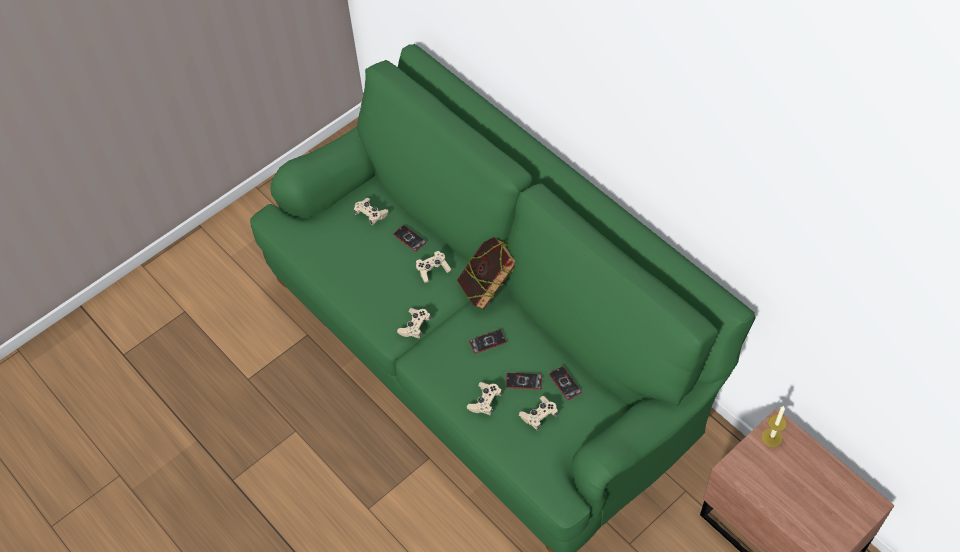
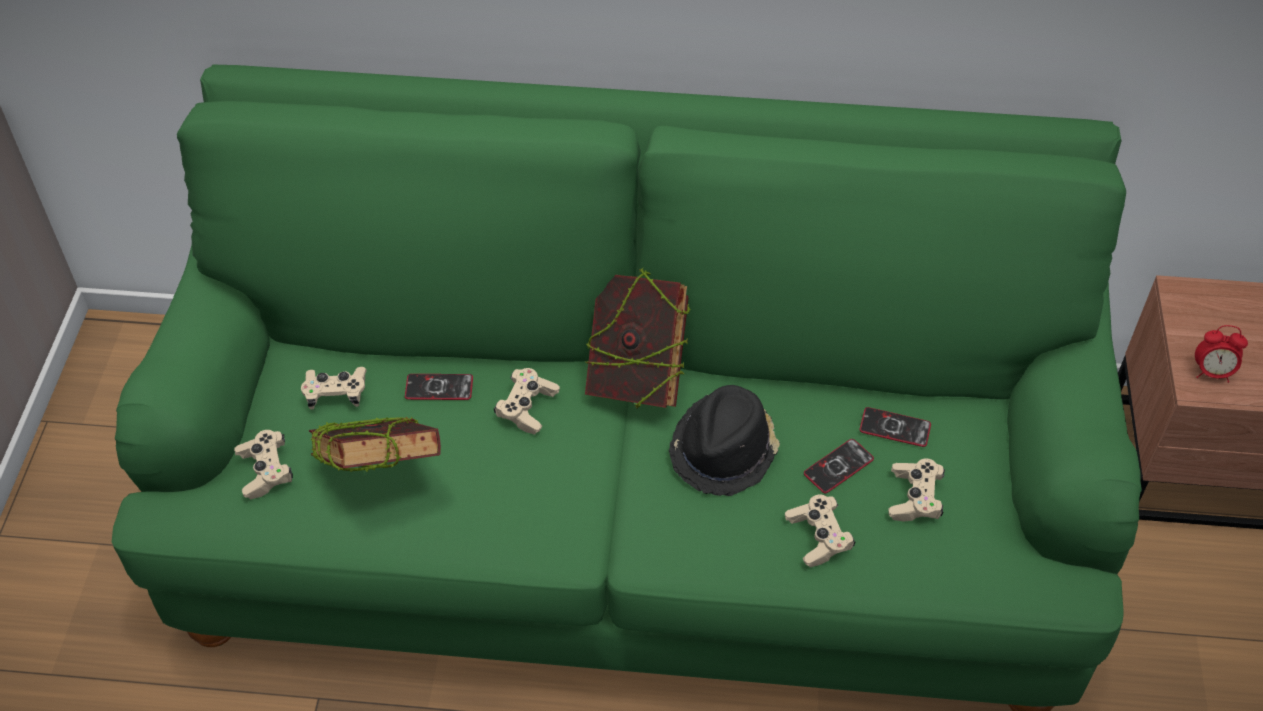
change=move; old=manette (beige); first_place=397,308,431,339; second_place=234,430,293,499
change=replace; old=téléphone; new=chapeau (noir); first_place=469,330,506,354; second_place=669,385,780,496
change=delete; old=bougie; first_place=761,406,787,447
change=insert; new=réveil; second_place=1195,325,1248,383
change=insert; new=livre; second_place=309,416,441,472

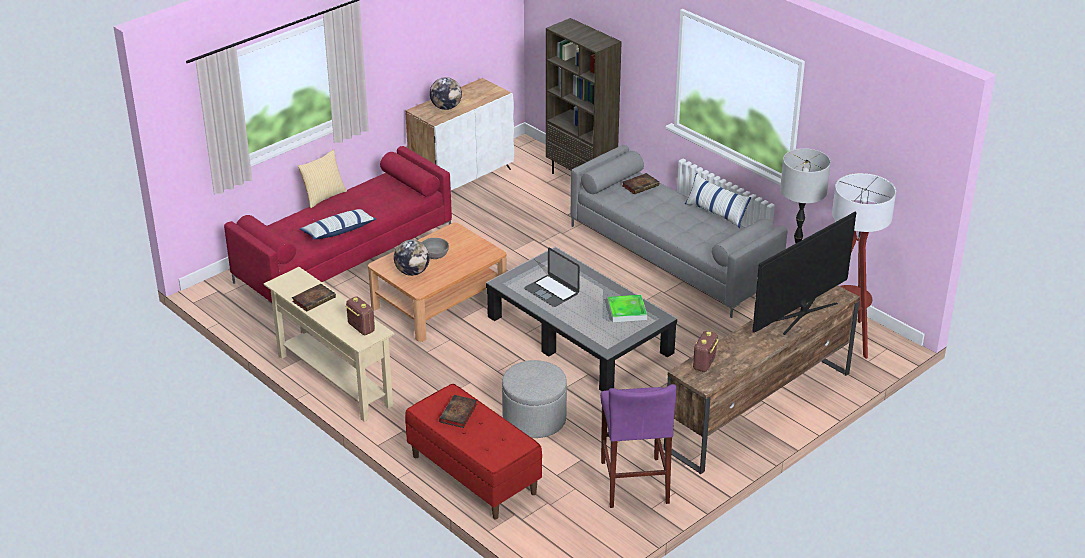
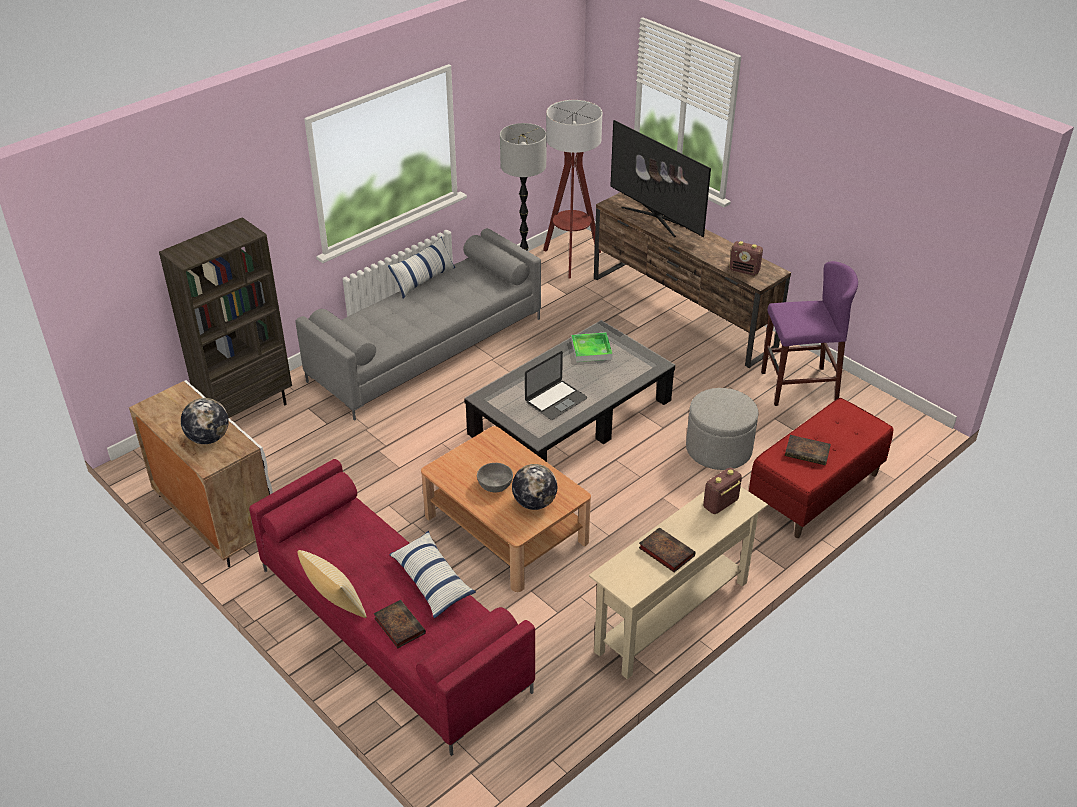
change=move; old=livre; first_place=622,173,659,194; second_place=374,600,426,648

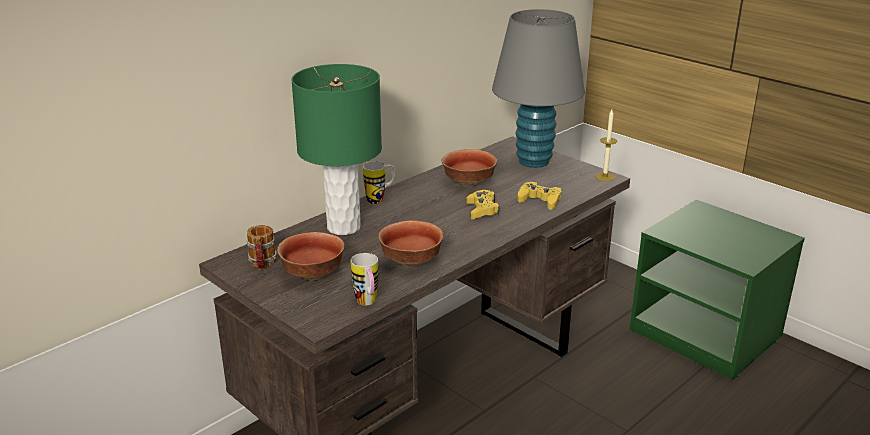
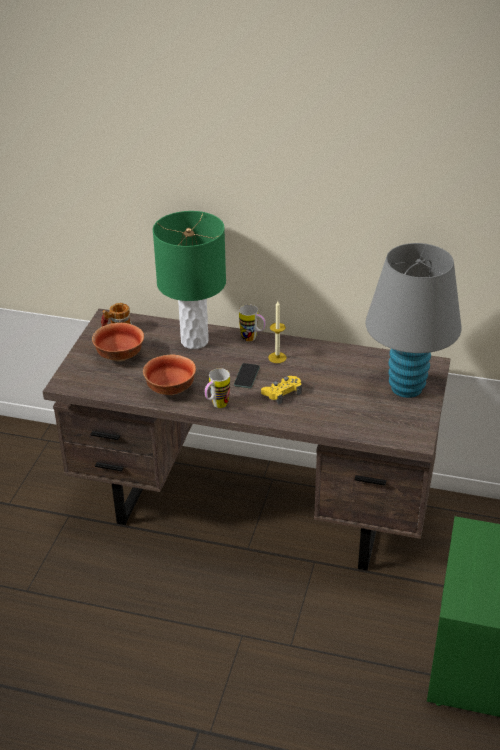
change=move; old=bougie; first_place=595,110,617,181; second_place=268,301,287,363
change=delete; old=bol; first_place=441,149,497,187
change=delete; old=manette (jaune); first_place=518,182,561,210
change=move; old=mug; first_place=351,253,378,306; second_place=205,368,230,408
change=insert; new=téléphone; second_place=234,363,260,388

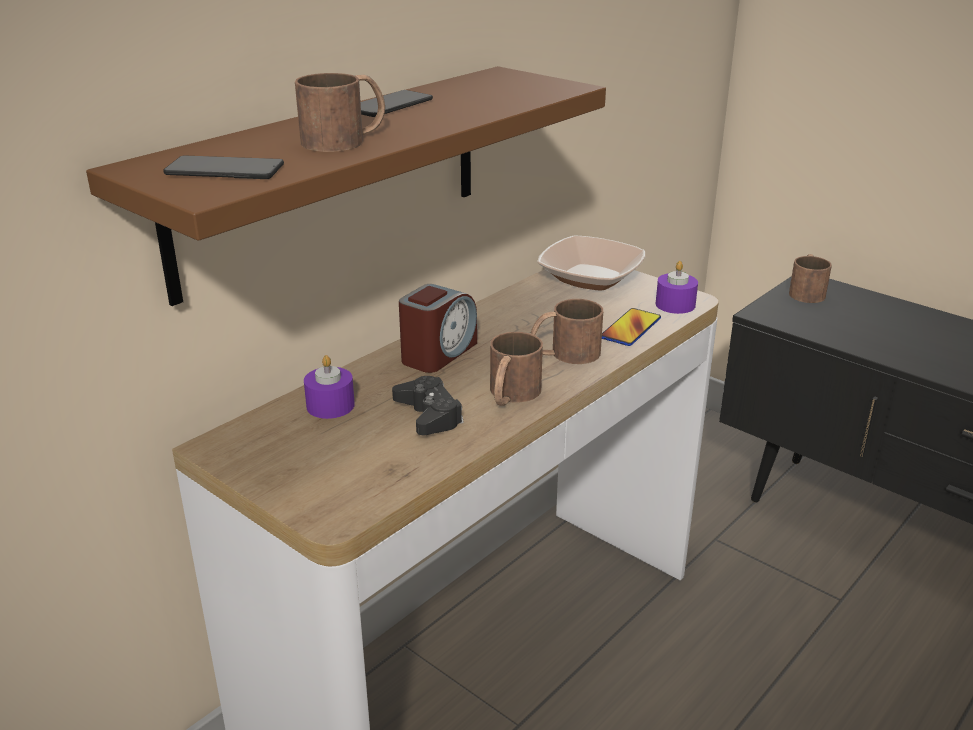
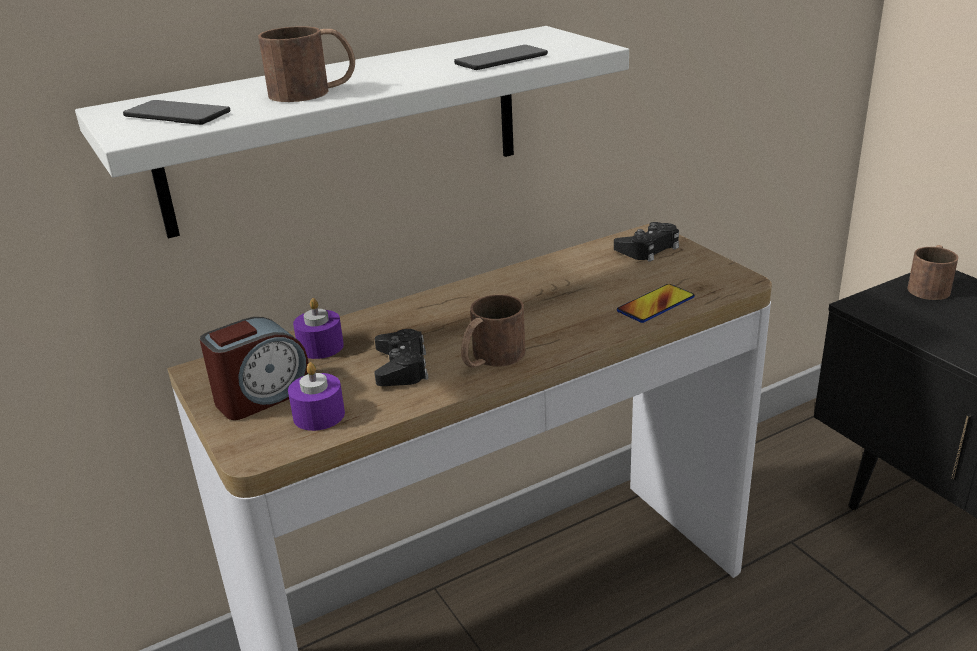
change=recolor; old=étagère (marron); new=étagère (blanc); first_place=86,66,606,306; second_place=75,26,629,238
change=move; old=téléphone; first_place=361,90,433,117; second_place=454,45,548,70
change=replace; old=bol; new=manette (noir); first_place=537,236,646,290; second_place=614,222,679,262
change=move; old=bougie (violet); first_place=656,261,698,314; second_place=288,362,345,431
change=move; old=réveil; first_place=399,284,477,373; second_place=200,317,308,420
change=delete; old=mug (marron); first_place=530,299,603,364

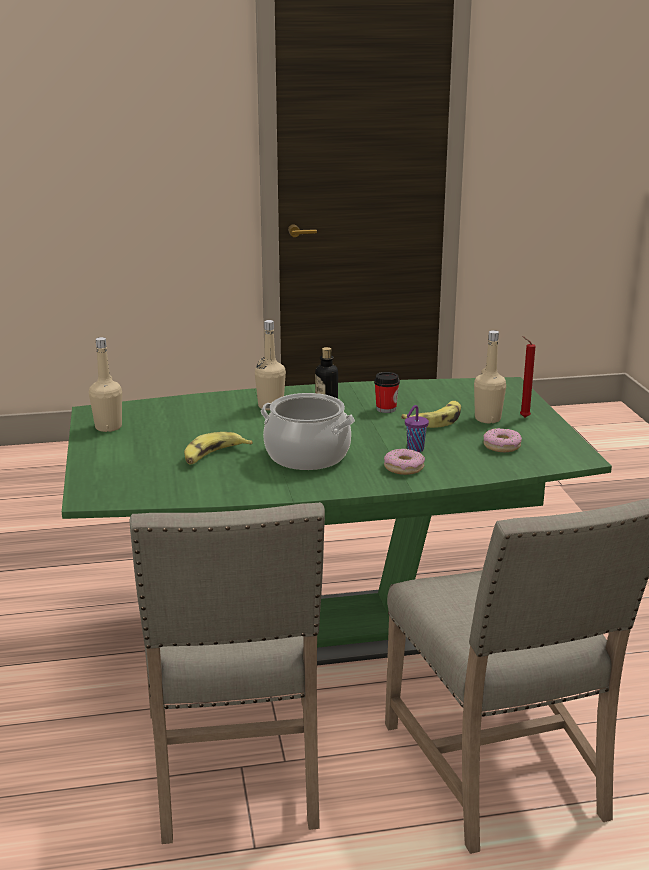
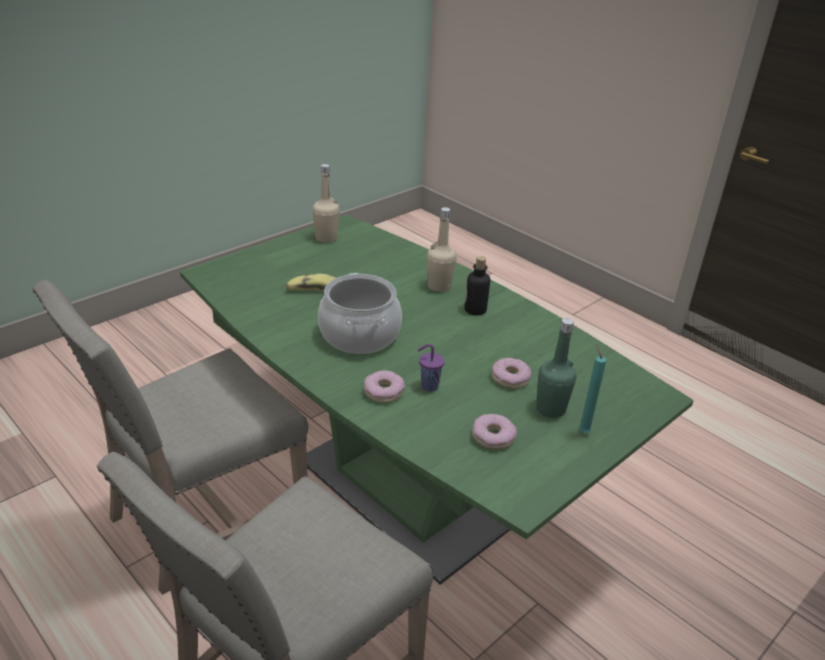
change=recolor; old=bouteille (beige); new=bouteille (vert); first_place=474,330,506,423; second_place=536,318,576,418
change=recolor; old=bougie (rouge); new=bougie (turquoise); first_place=520,336,535,418; second_place=579,344,607,433
change=delete; old=tasse; first_place=374,372,400,413
change=replace; old=banane; new=beignet; first_place=401,401,461,428; second_place=491,358,531,389

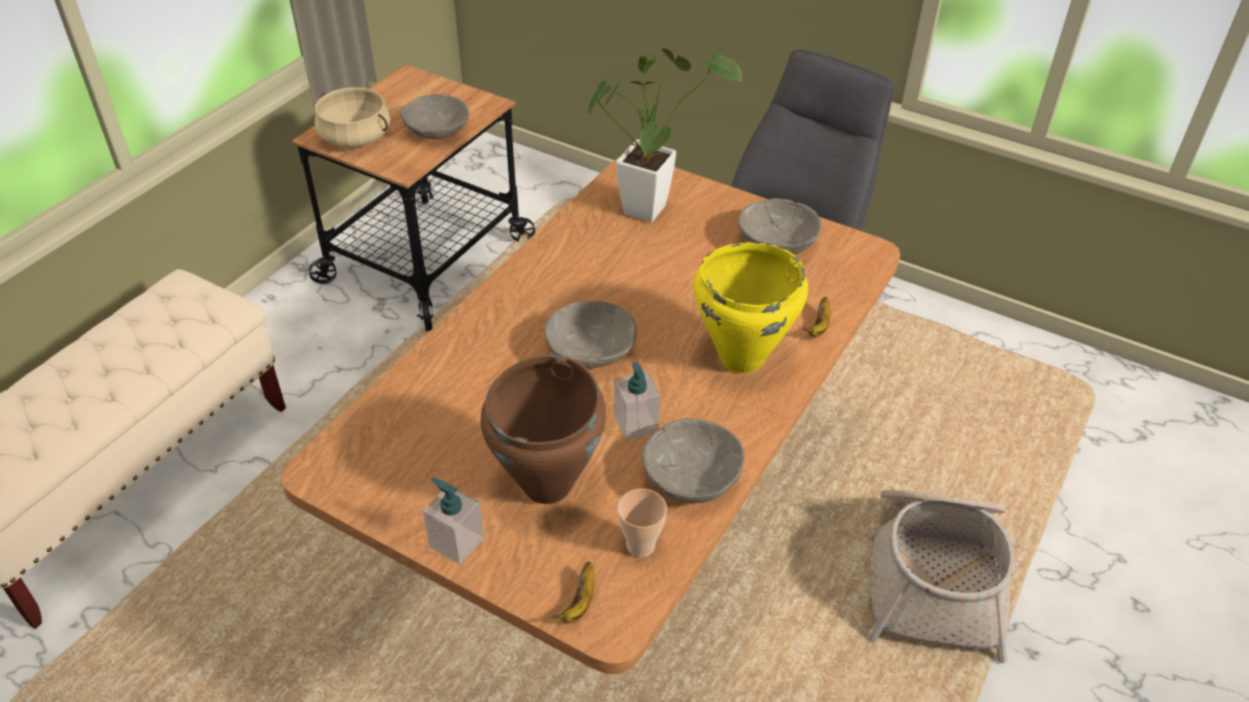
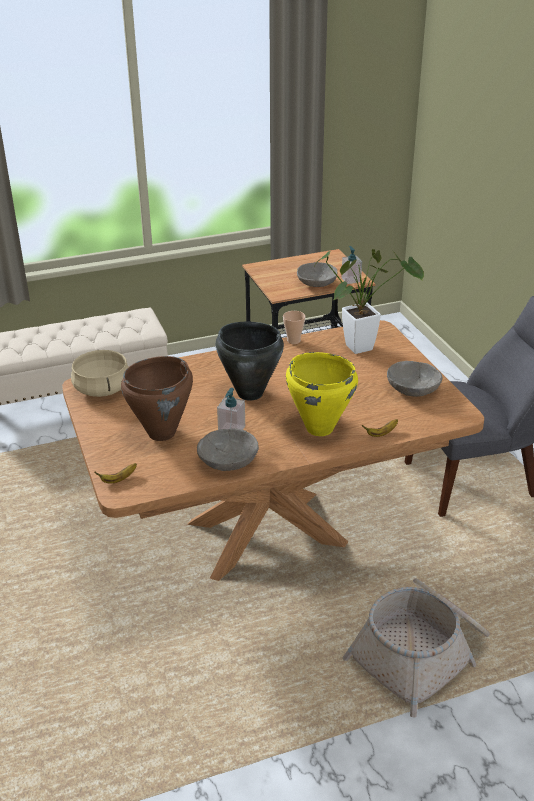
change=move; old=marmite (beige); first_place=315,87,390,147; second_place=71,349,128,397
change=replace; old=bol (gris); new=marmite (noir); first_place=544,301,637,368; second_place=215,322,284,401
change=move; old=distributeur de savon; first_place=423,478,484,565; second_place=341,246,362,284
change=move; old=tasse; first_place=617,489,667,557; second_place=283,311,305,344

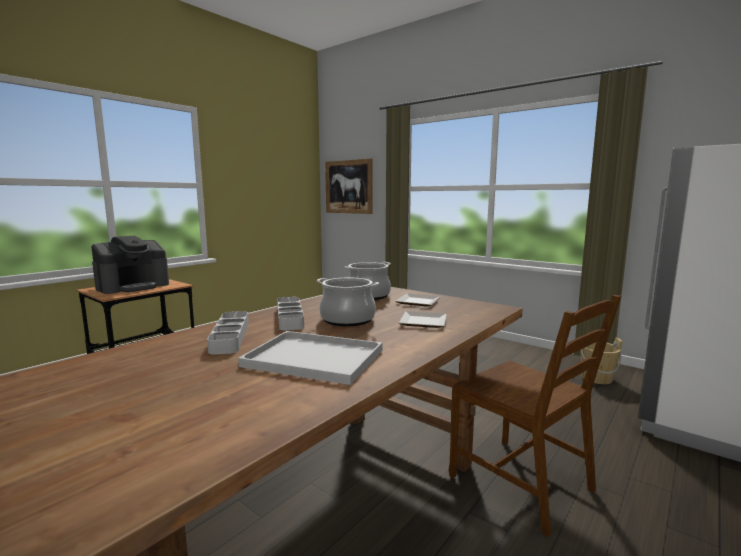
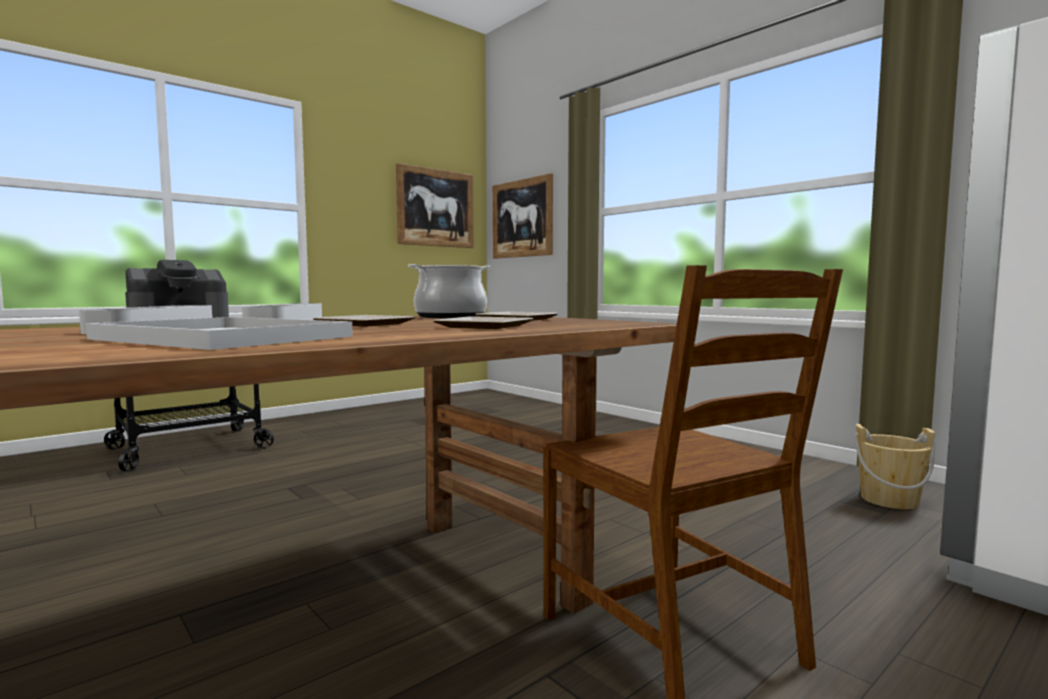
change=replace; old=marmite; new=assiette; first_place=317,278,379,326; second_place=313,315,415,327
change=insert; new=tableau; second_place=396,163,474,248

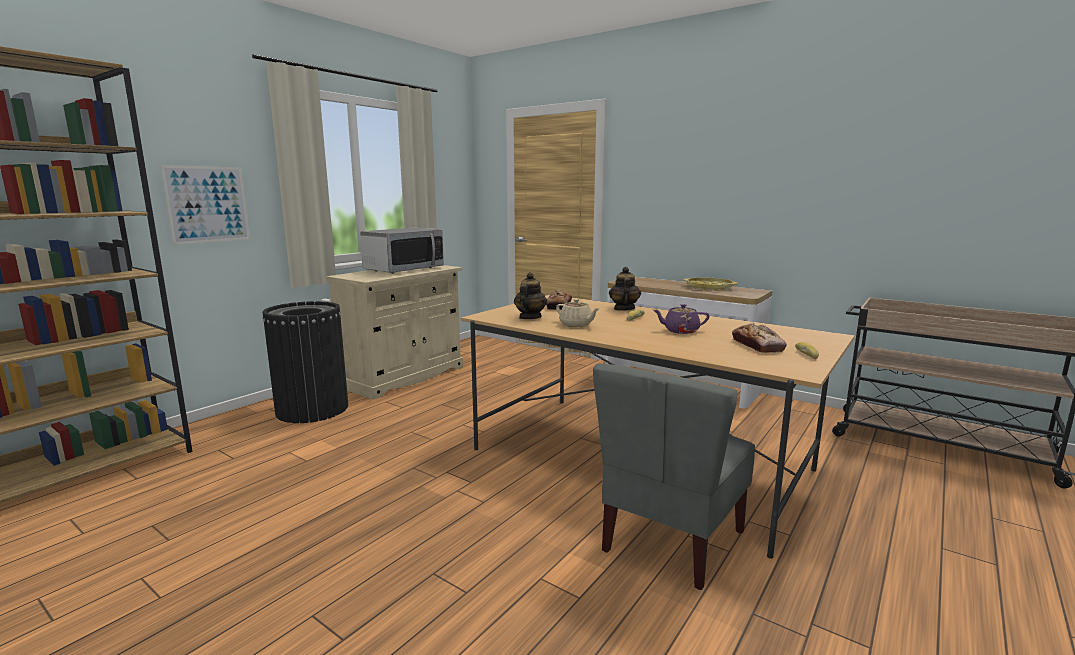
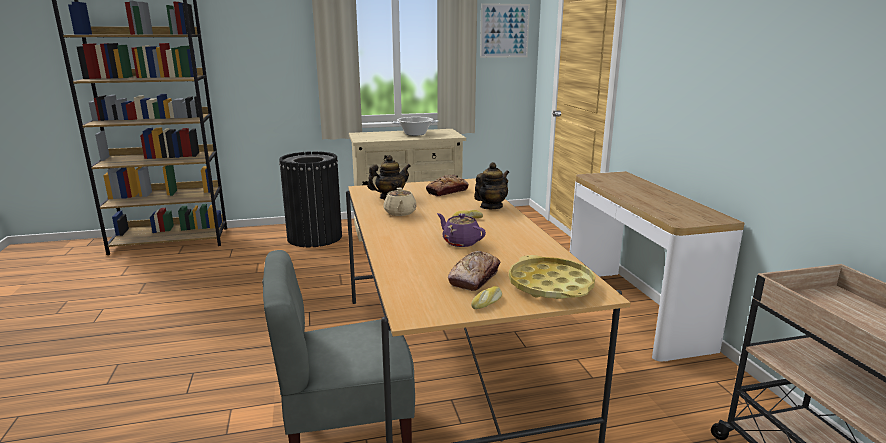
change=move; old=tableau; first_place=161,165,250,245; second_place=480,3,530,58
change=replace; old=micro-ondes; new=marmite; first_place=360,228,444,274; second_place=392,117,439,136
change=move; old=plateau (jaune); first_place=683,277,738,291; second_place=509,255,595,299

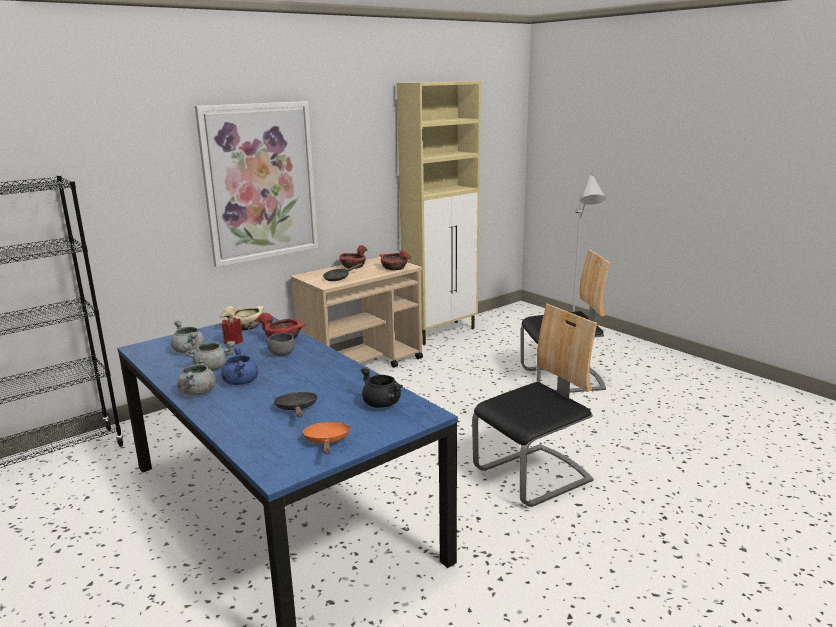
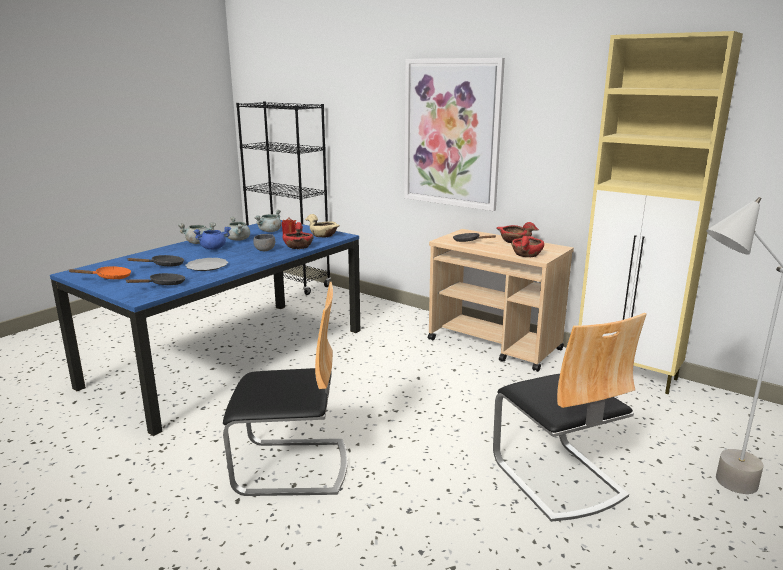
change=rotate; old=chaise; first_place=472,304,597,507; second_place=223,282,348,496; degrees=-45
change=replace; old=marmite (noir); new=poêle (noir); first_place=360,368,403,408; second_place=126,273,185,285
change=insert; new=assiette; second_place=185,258,228,271

